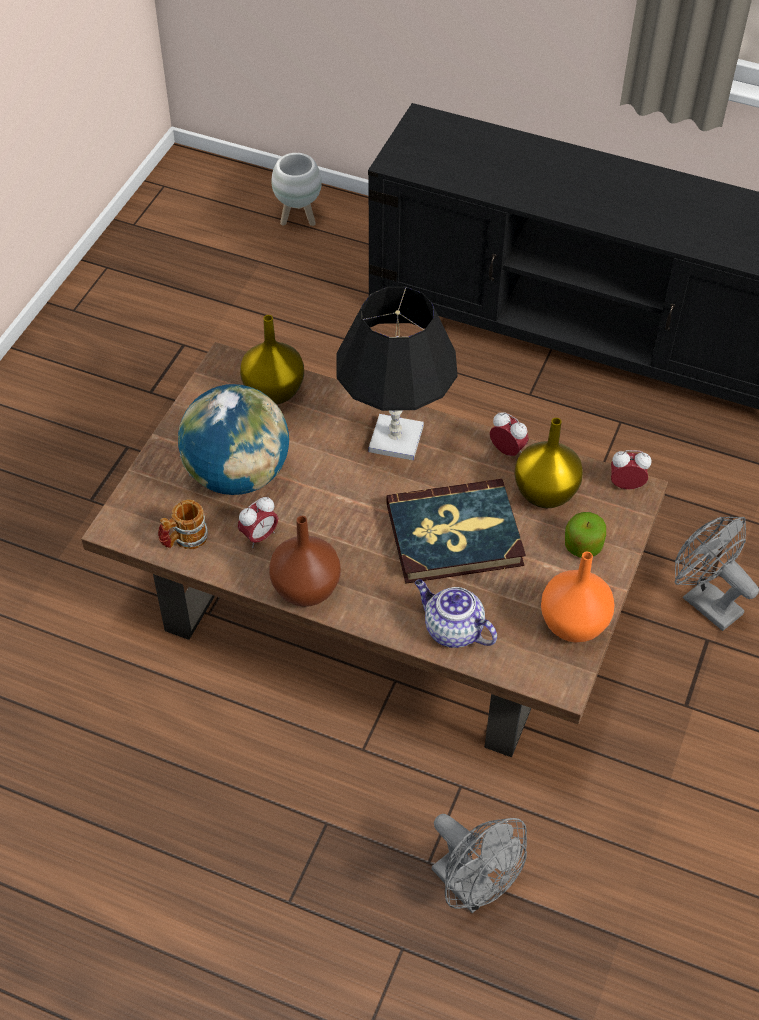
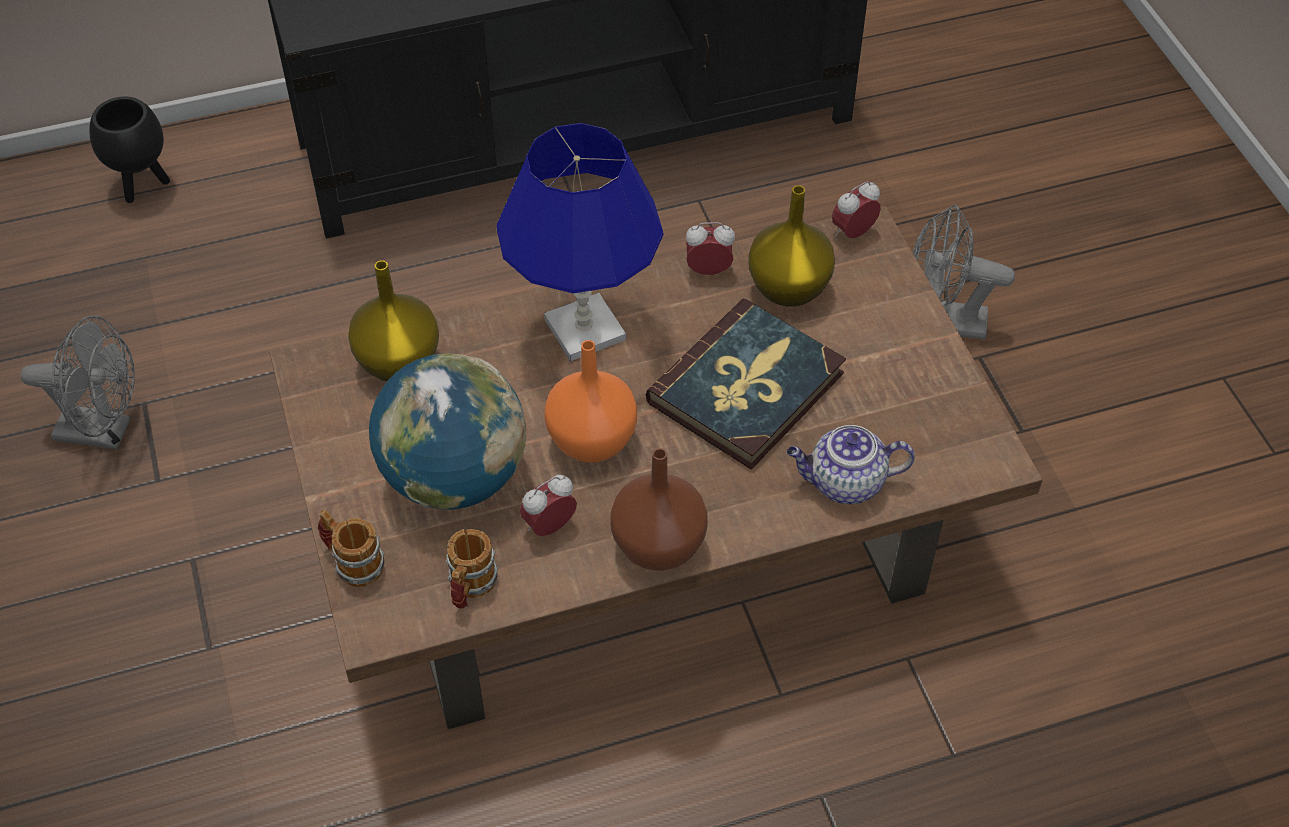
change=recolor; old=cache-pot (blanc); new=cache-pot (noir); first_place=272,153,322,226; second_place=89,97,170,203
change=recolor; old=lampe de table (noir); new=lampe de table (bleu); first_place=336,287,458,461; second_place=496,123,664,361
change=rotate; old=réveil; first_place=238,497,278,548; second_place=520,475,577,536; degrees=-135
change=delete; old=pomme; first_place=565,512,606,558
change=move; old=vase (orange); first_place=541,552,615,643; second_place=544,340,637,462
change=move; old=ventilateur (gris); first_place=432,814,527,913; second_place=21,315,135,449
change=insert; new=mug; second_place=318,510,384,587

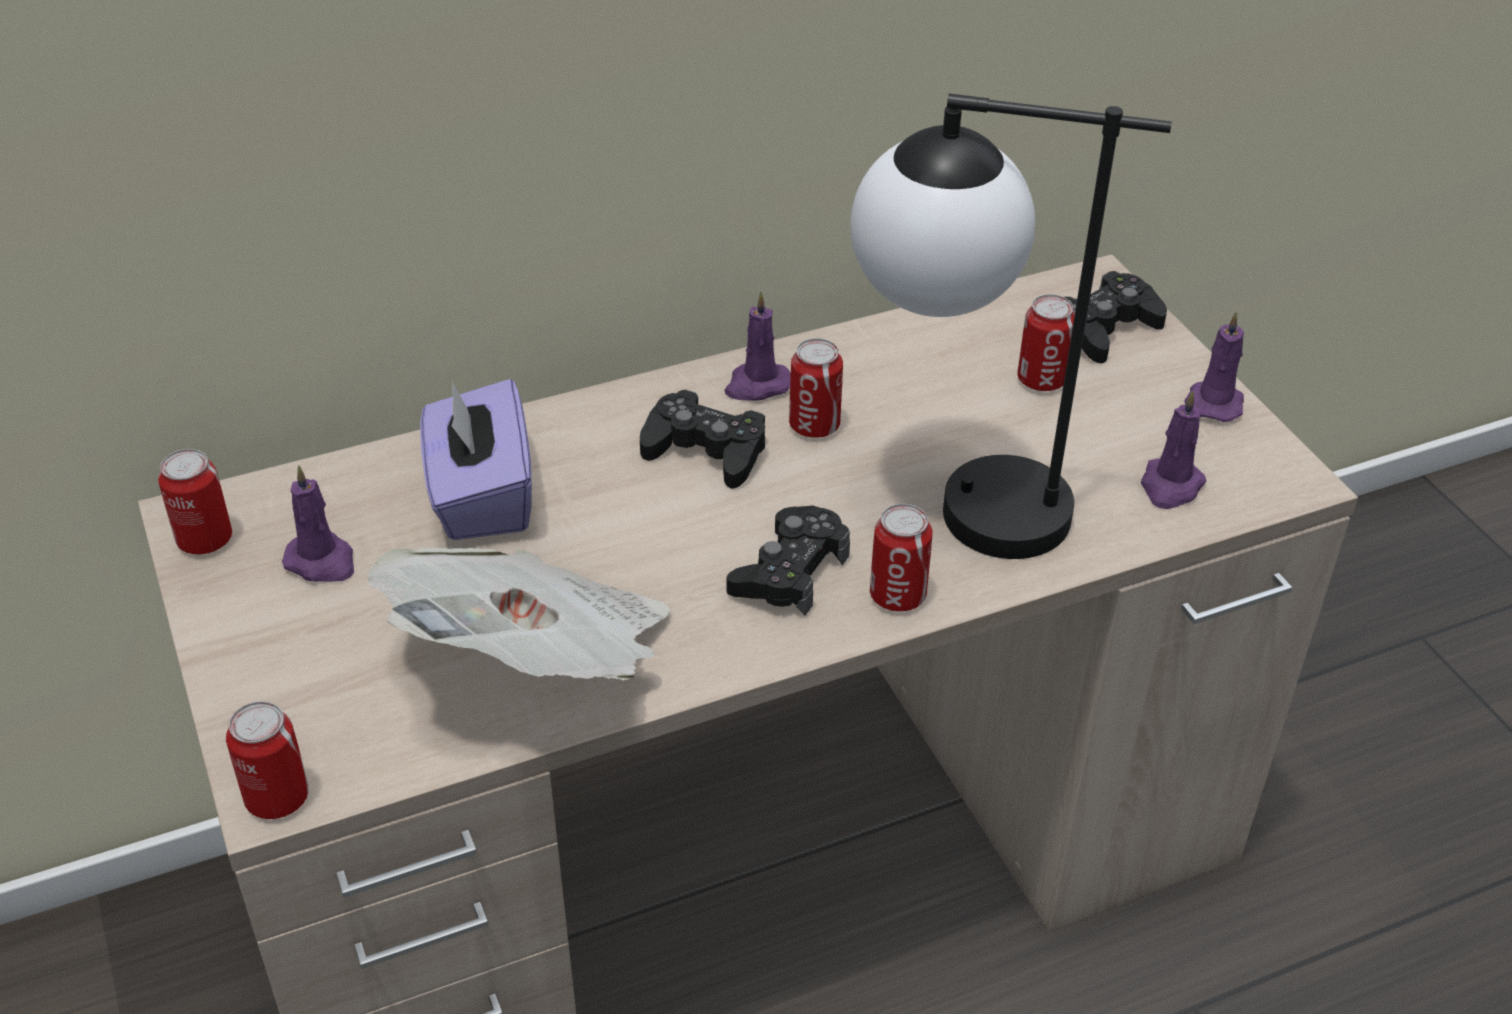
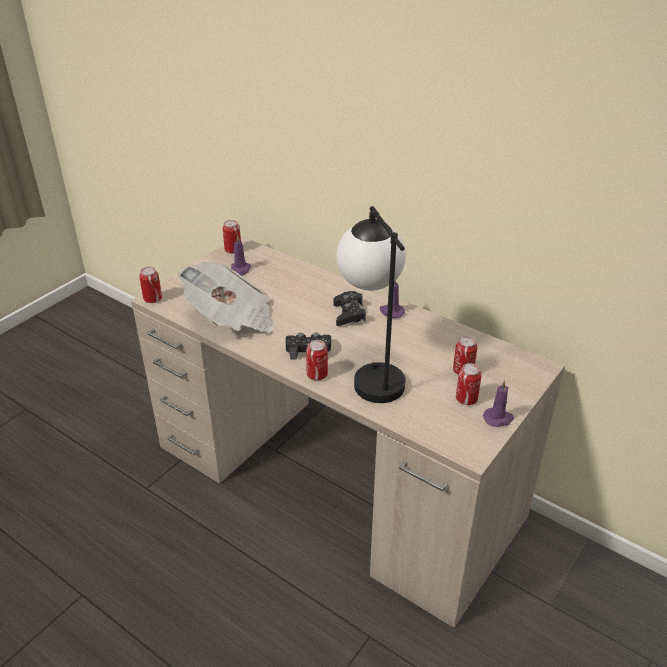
change=delete; old=manette (noir); first_place=1065,271,1167,364
change=move; old=boîte métallique; first_place=789,338,843,438; second_place=456,363,482,405
change=delete; old=boîte à mouchoirs (violet); first_place=420,379,532,540
change=delete; old=bougie (violet); first_place=1141,390,1207,509

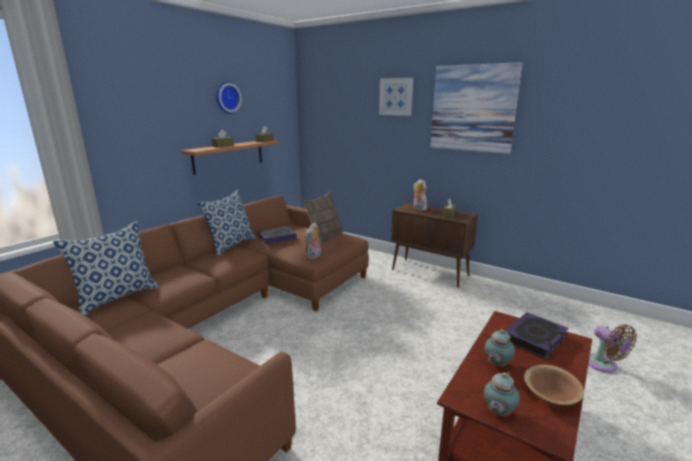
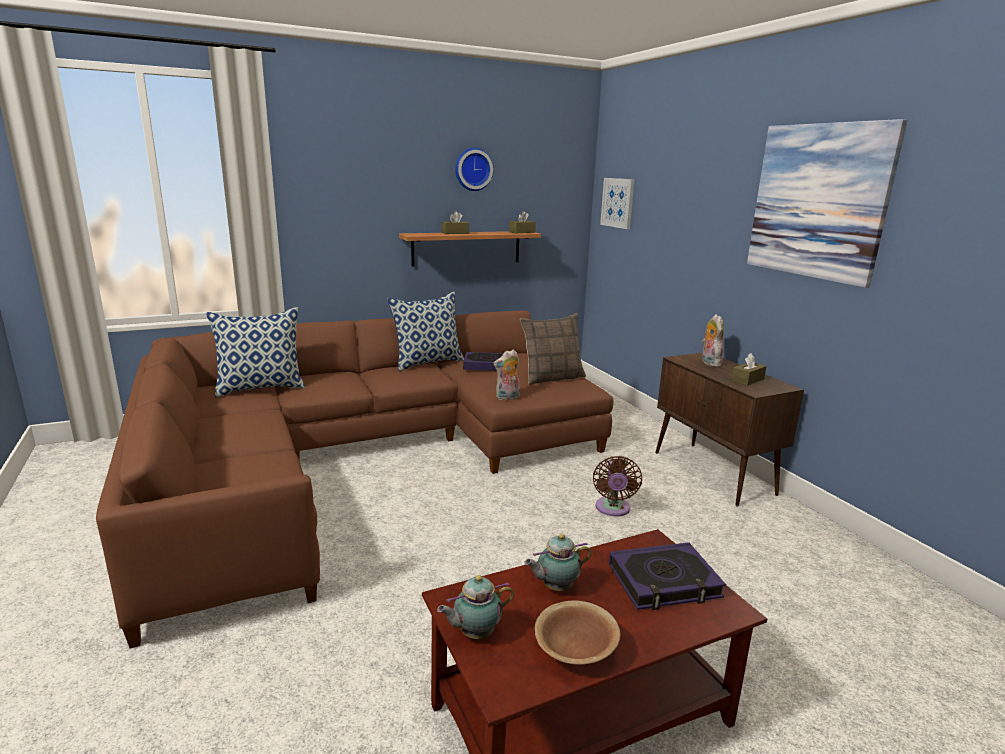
change=move; old=tableau; first_place=379,78,413,116; second_place=600,178,635,229
change=move; old=ventilateur (marron); first_place=588,325,637,373; second_place=593,456,642,517

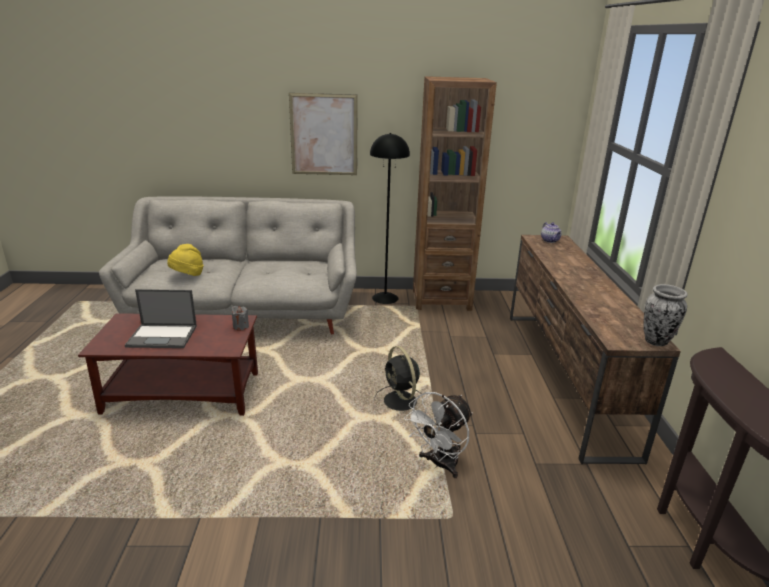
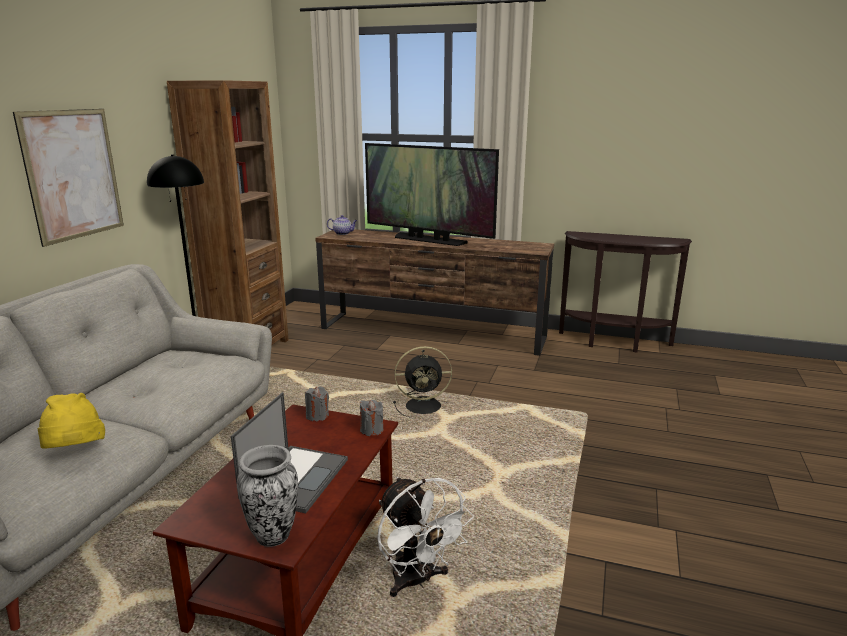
change=move; old=vase; first_place=643,284,688,346; second_place=237,445,298,547
change=move; old=ventilateur (blanc); first_place=404,392,473,478; second_place=377,477,474,597
change=insert; new=téléviseur; second_place=365,143,499,246
change=insert; new=bougie (gris); second_place=360,400,383,436

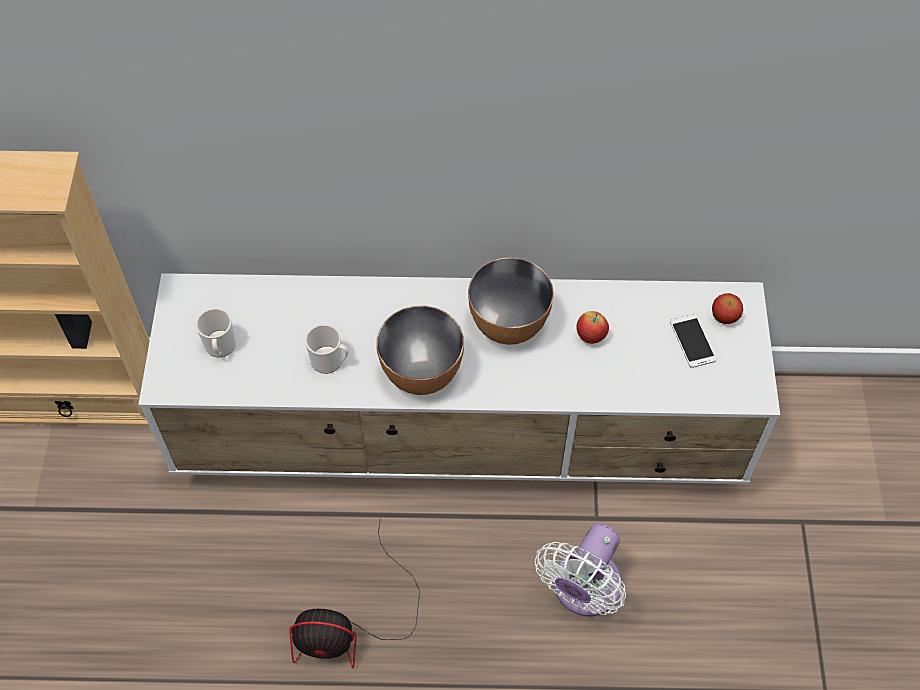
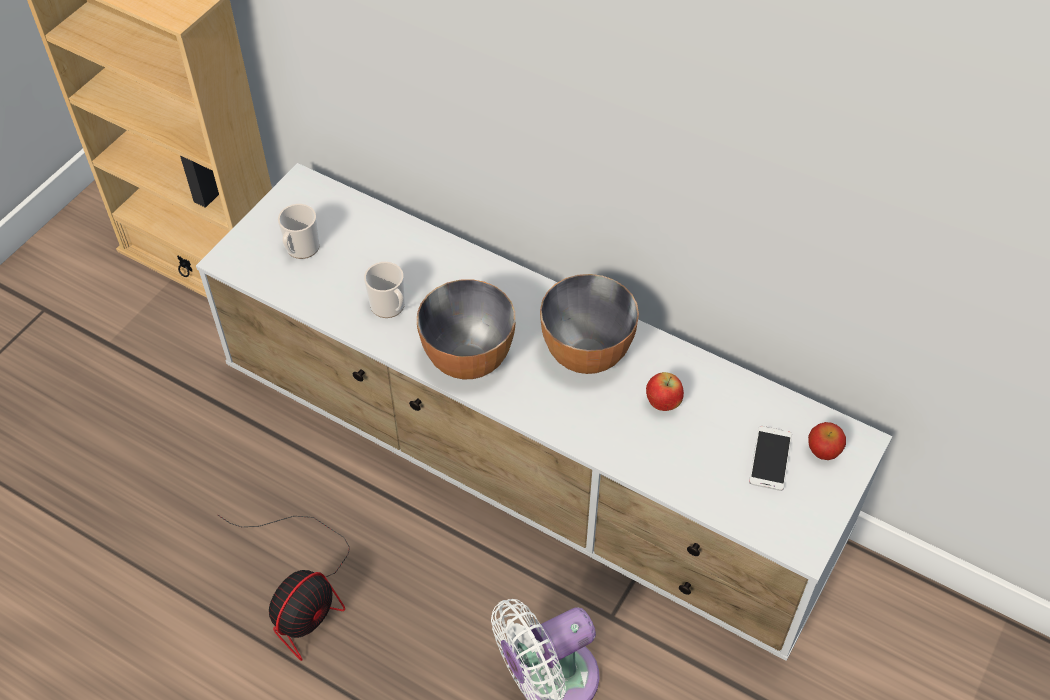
change=rotate; old=ventilateur; first_place=289,518,420,668; second_place=218,515,350,661; degrees=-90

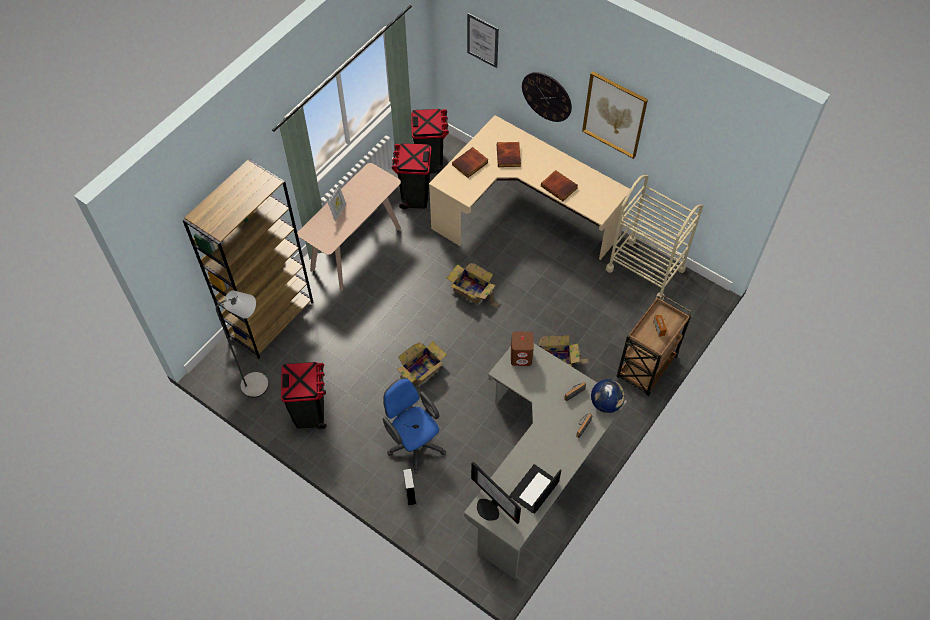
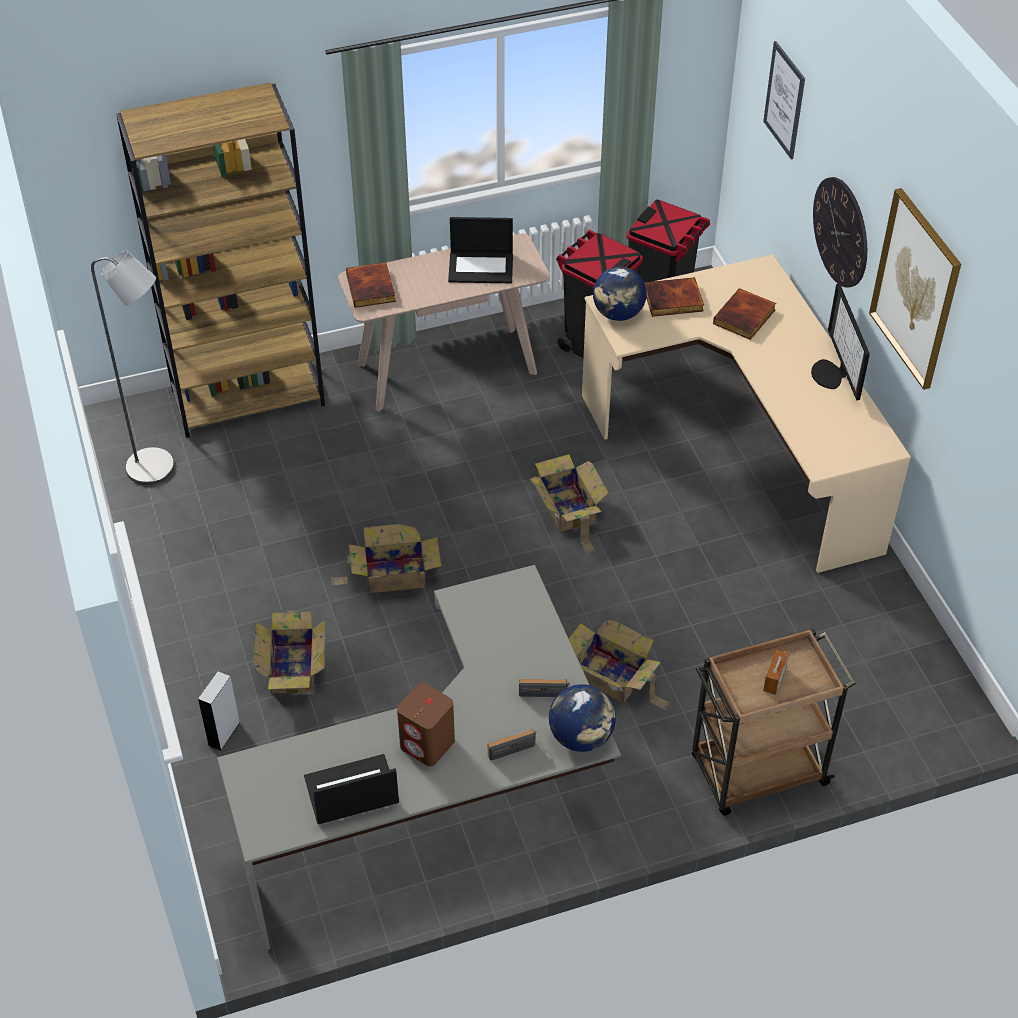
change=move; old=livre; first_place=541,170,578,201; second_place=346,262,396,308
change=delete; old=chariot (beige); first_place=606,175,703,300
change=delete; old=cadre photo; first_place=328,185,346,221
change=move; old=enceinte (marron); first_place=511,332,534,366; second_place=397,683,455,766
change=delete; old=poubelle (noir); first_place=281,362,326,429
change=replace; old=chaise de bureau (bleu); new=carton; first_place=383,378,446,474; second_place=253,610,326,694
change=move; old=écran d'ordinateur; first_place=471,462,521,524; second_place=811,284,870,400
change=insert; new=ordinateur portable; second_place=448,217,513,283
change=insert; new=globe; second_place=593,267,647,321

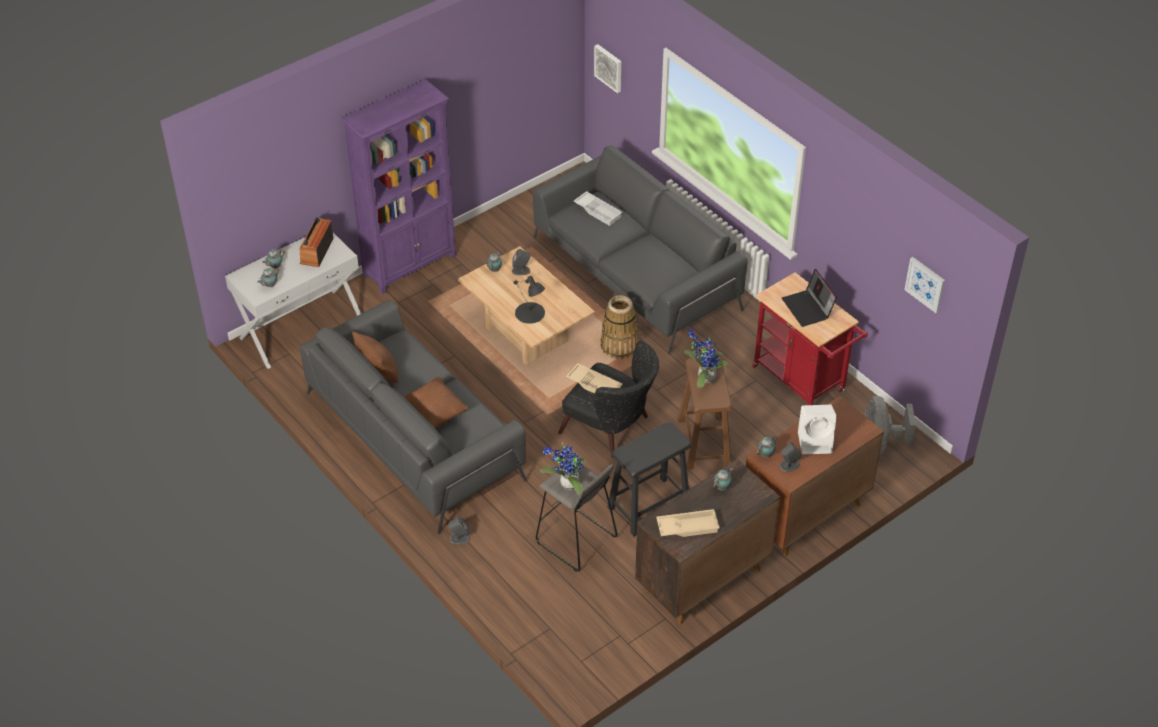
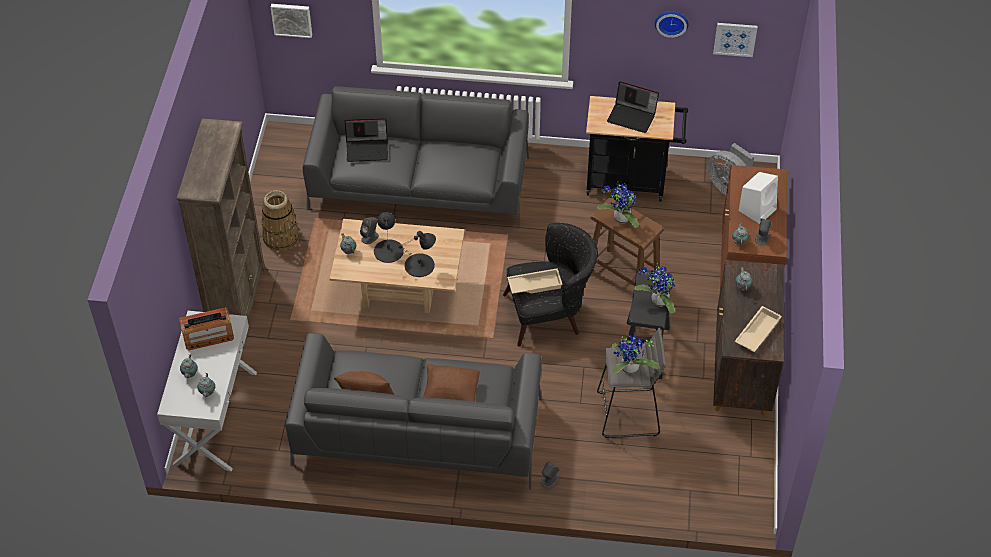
change=recolor; old=bibliothèque (violet); new=bibliothèque (marron); first_place=341,79,456,294; second_place=177,118,265,341
change=replace; old=plateau (blanc); new=ordinateur portable; first_place=574,191,623,226; second_place=345,118,388,162
change=rotate; old=radio; first_place=299,217,334,267; second_place=179,307,234,350; degrees=-75
change=recolor; old=chariot (rouge); new=chariot (noir); first_place=752,272,868,405; second_place=586,96,688,202
change=move; old=panier; first_place=601,295,638,359; second_place=261,190,300,252
change=insert; new=horloge murale; second_place=655,11,689,38
change=insert; new=lampe de table (noir); second_place=374,212,404,263
change=insert; new=plante en pot; second_place=634,263,675,314

